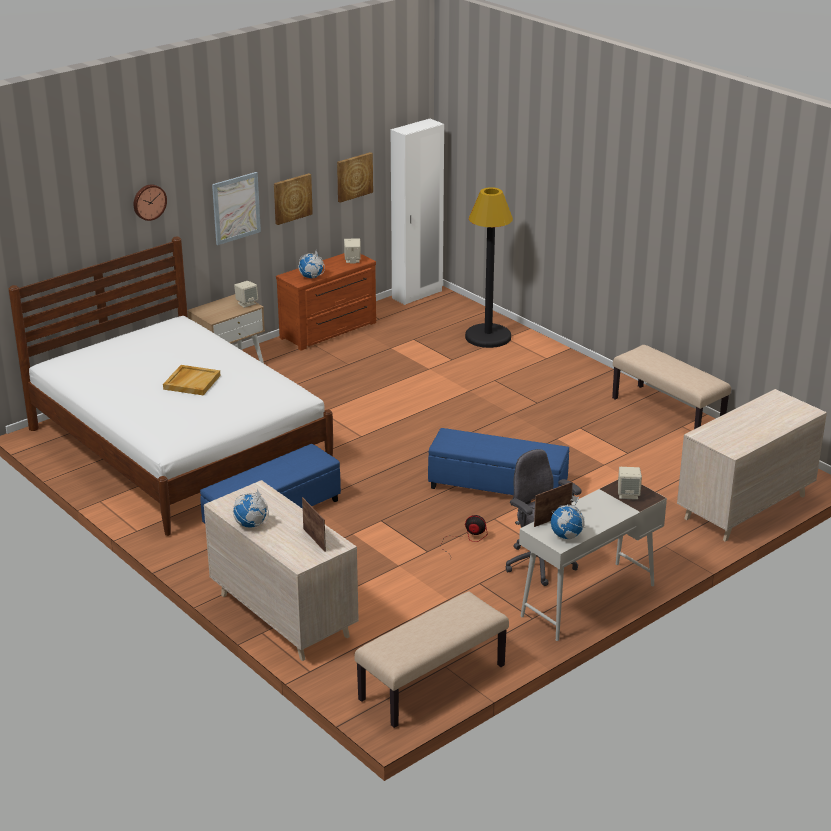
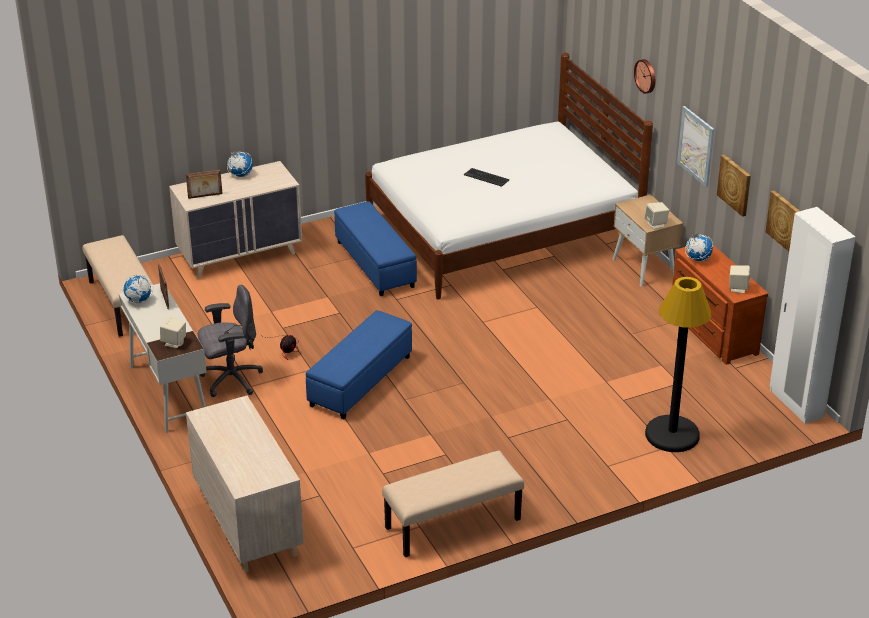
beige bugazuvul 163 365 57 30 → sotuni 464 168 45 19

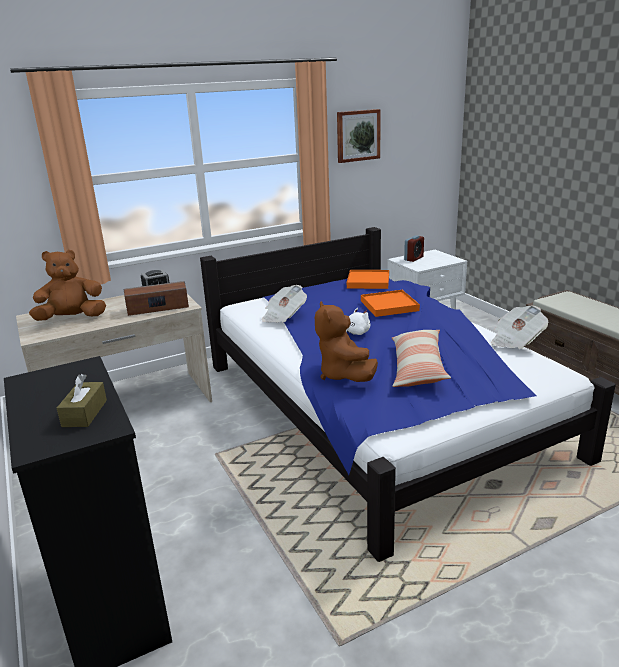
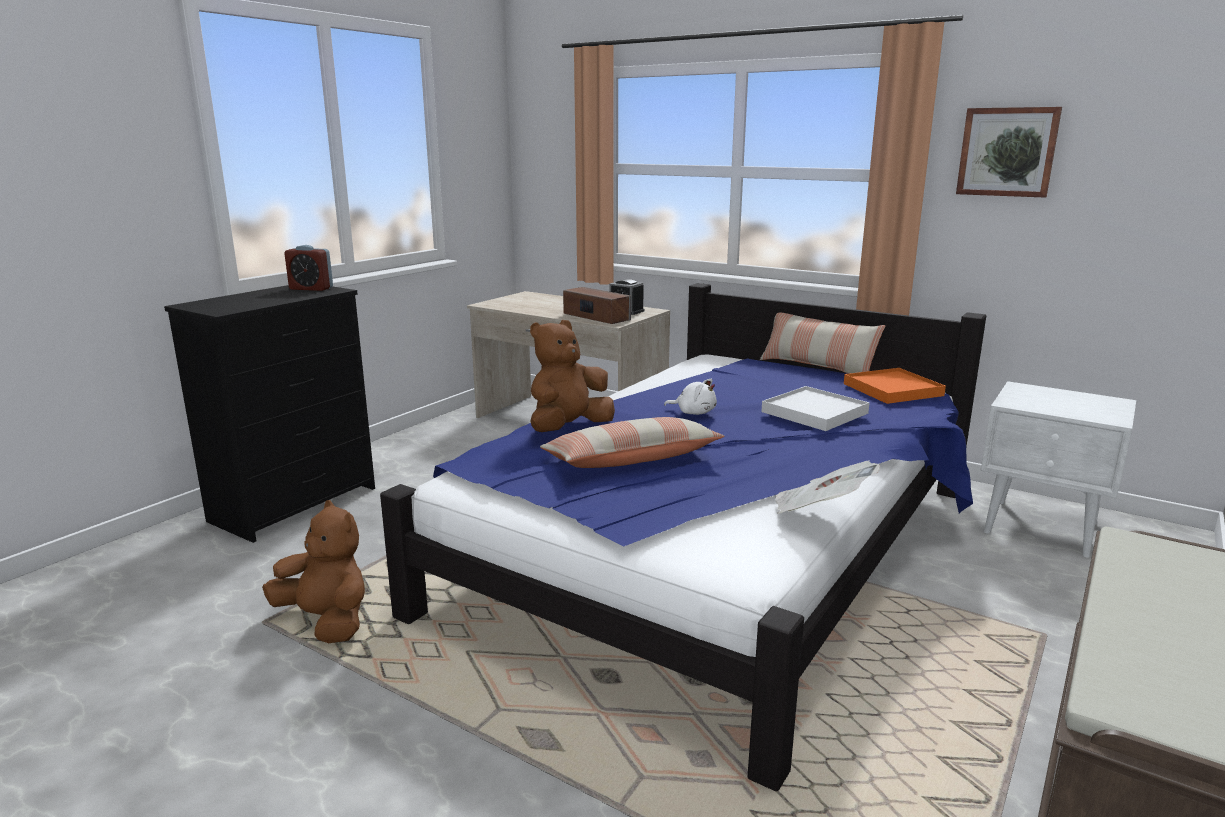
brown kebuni 29 250 77 71 → brown kebuni 262 500 103 143, moved
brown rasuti 57 374 50 53 → -
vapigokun 262 285 45 38 → -
orange bugazuvul 361 290 59 27 → white bugazuvul 761 386 109 45
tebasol 404 236 20 26 → tebasol 284 245 49 46, moved
- → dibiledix 760 312 126 62

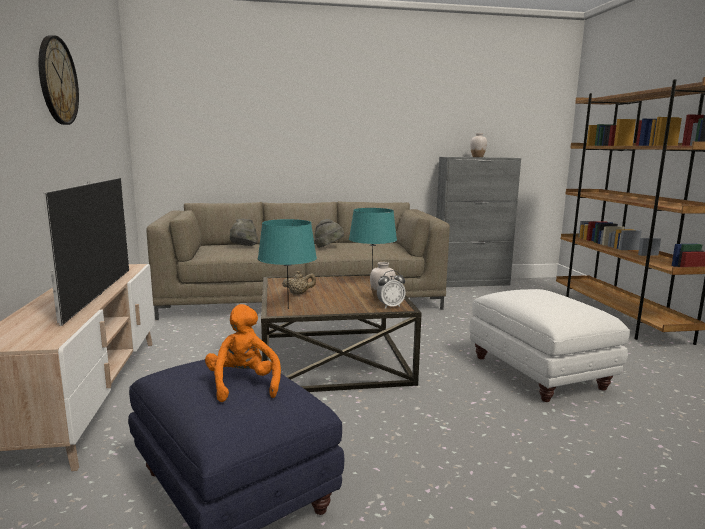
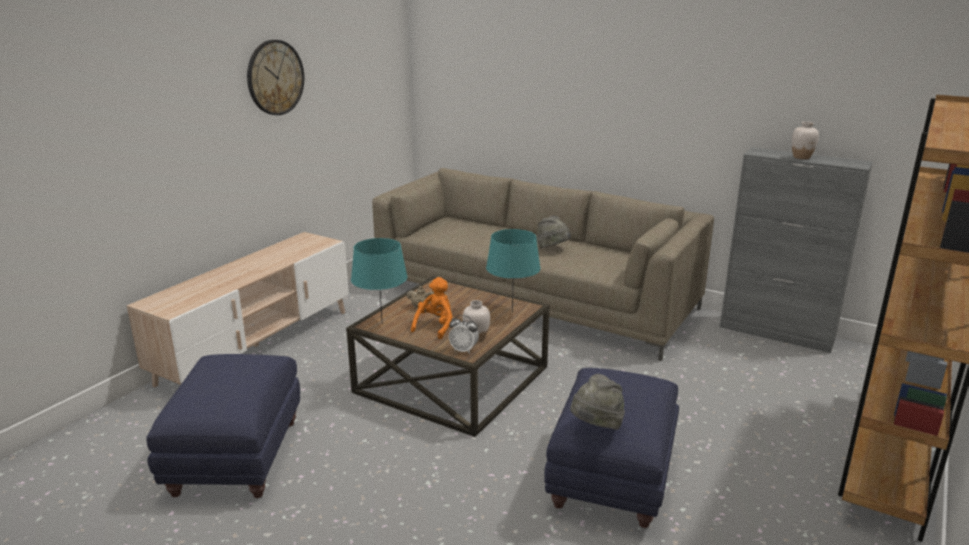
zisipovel 43 178 86 148 → -
orange kebuni 205 304 76 98 → orange kebuni 411 277 42 62, moved
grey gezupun 230 219 28 27 → grey gezupun 570 374 55 56, moved
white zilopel 469 289 161 113 → blue zilopel 544 368 135 160

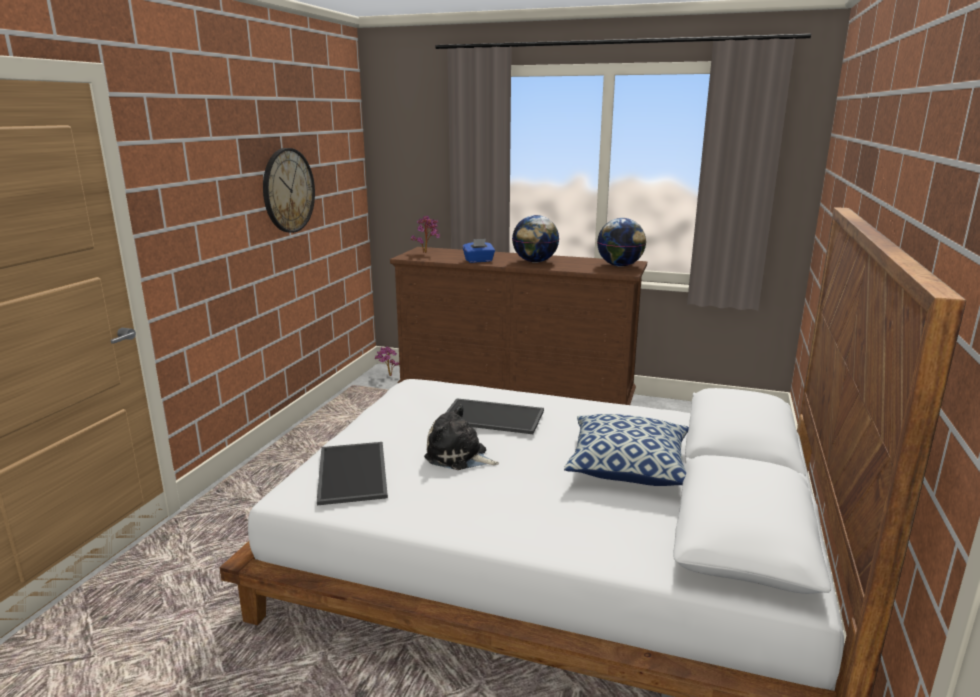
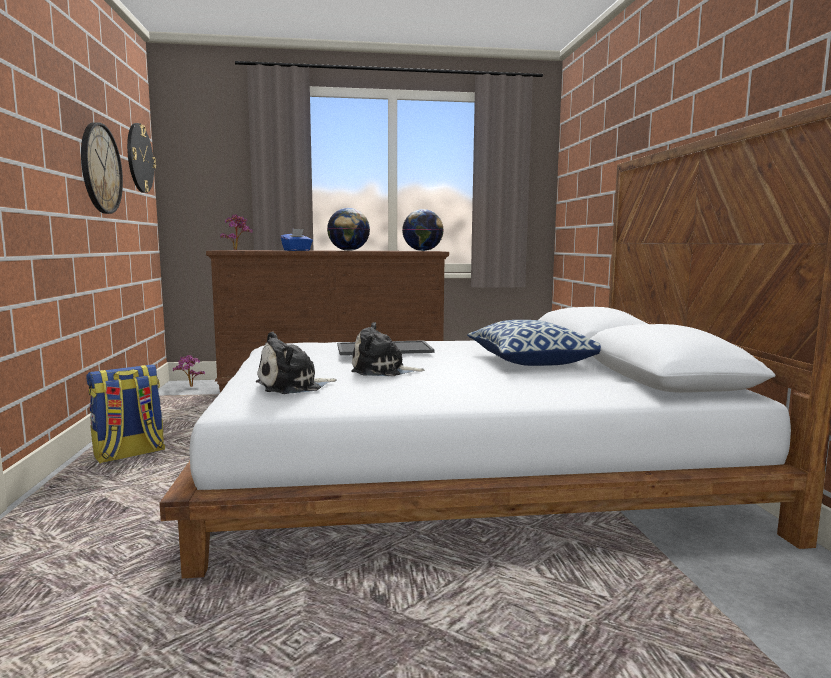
bugazuvul 317 442 71 64 → kebuni 256 332 81 62
- → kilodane 86 364 79 100
- → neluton 127 123 29 70

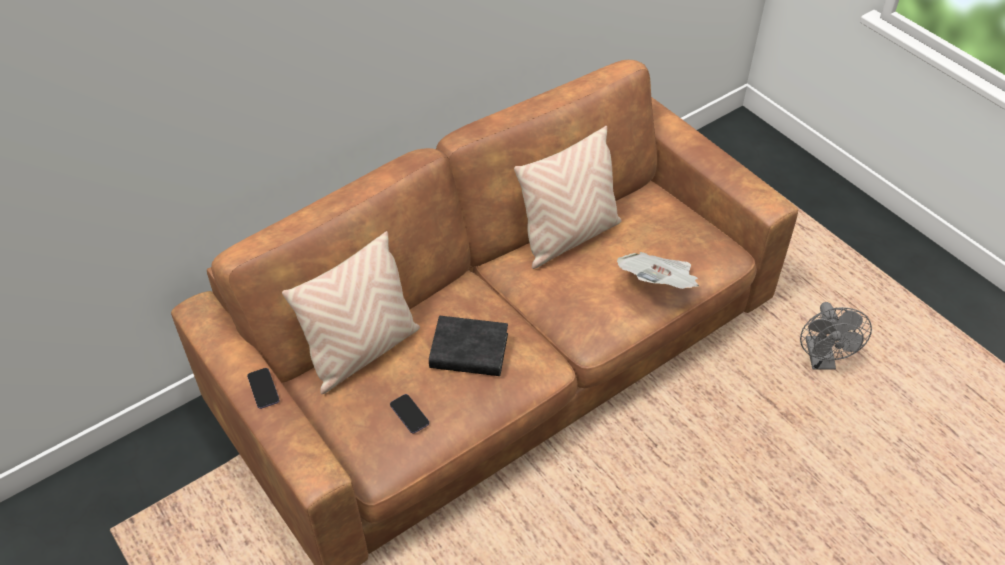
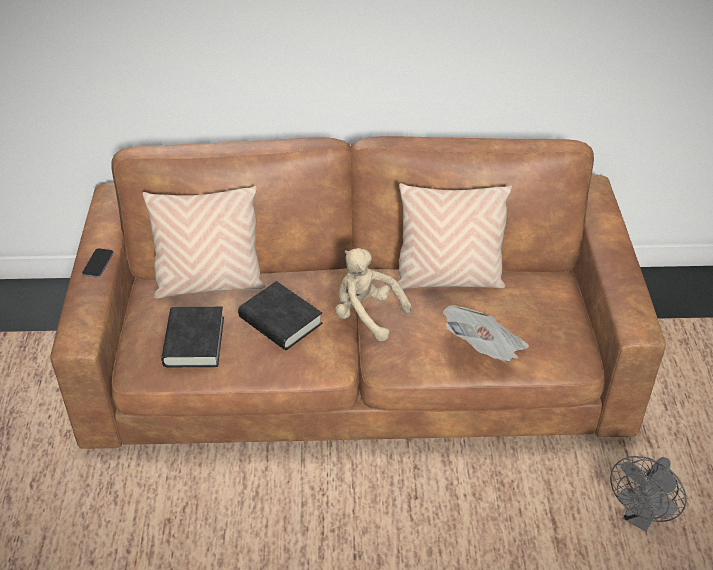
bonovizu 390 394 39 40 → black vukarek 161 307 63 60
- → beige kebuni 335 248 77 93

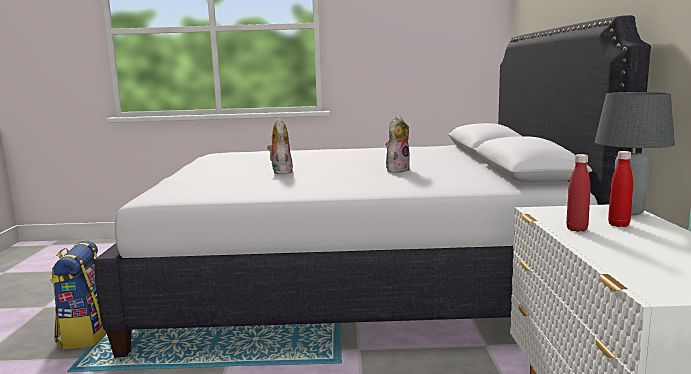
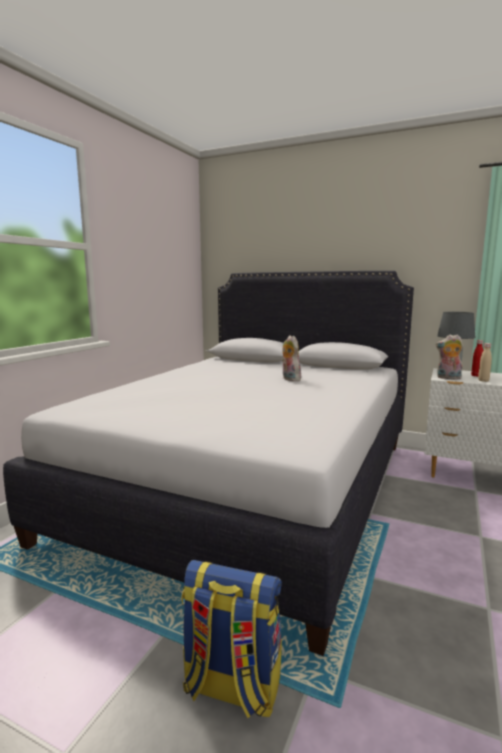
kebuni 267 119 26 55 → kebuni 436 334 27 46, moved
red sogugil 566 154 25 78 → beige sogugil 478 343 14 39

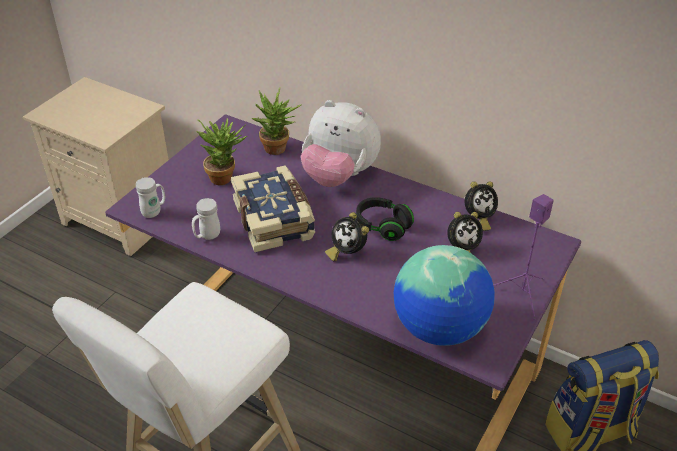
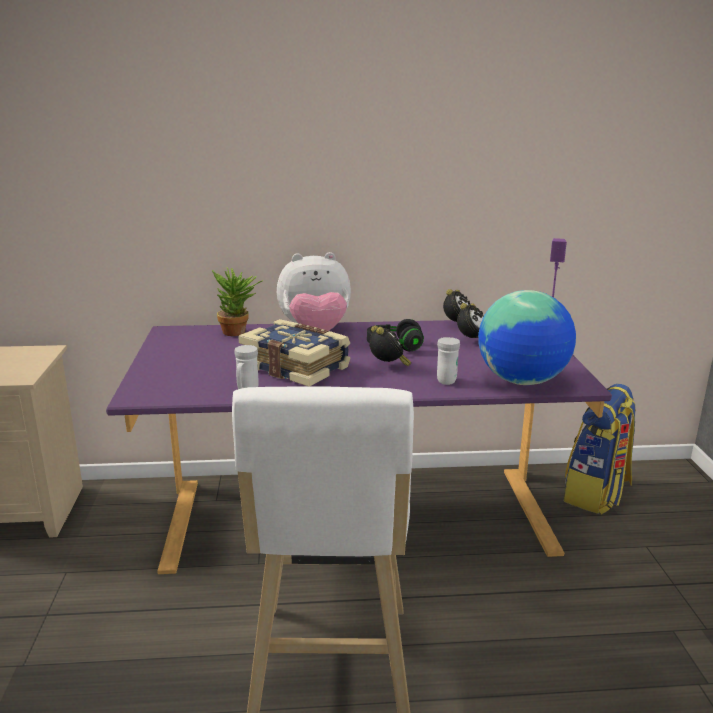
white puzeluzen 136 177 29 41 → white puzeluzen 437 337 23 48, moved
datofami 196 118 51 67 → -
tebasol 325 212 44 49 → tebasol 369 326 42 40, 120 degrees counterclockwise

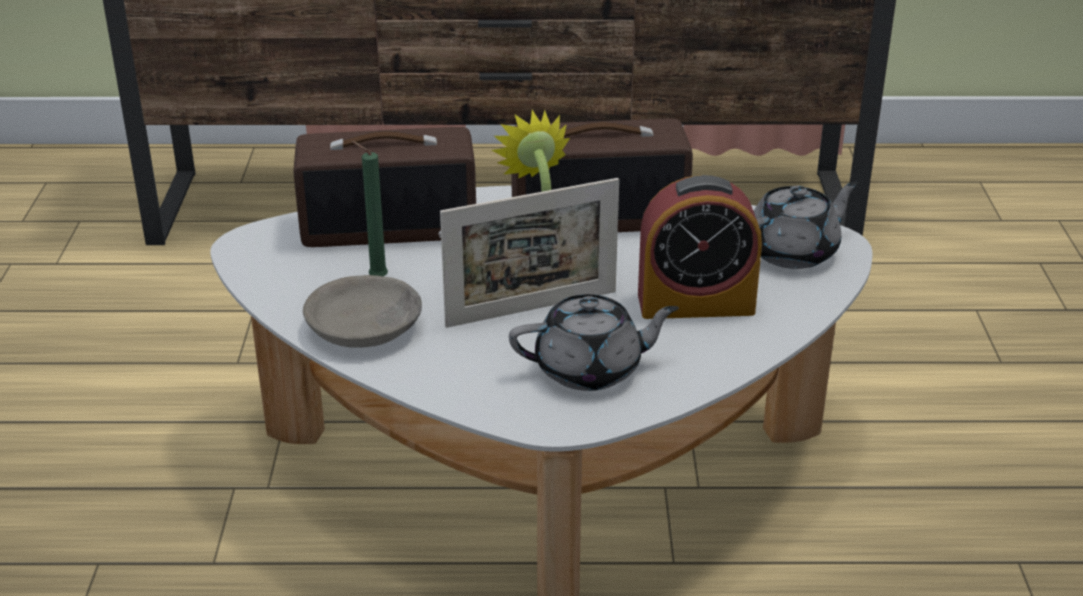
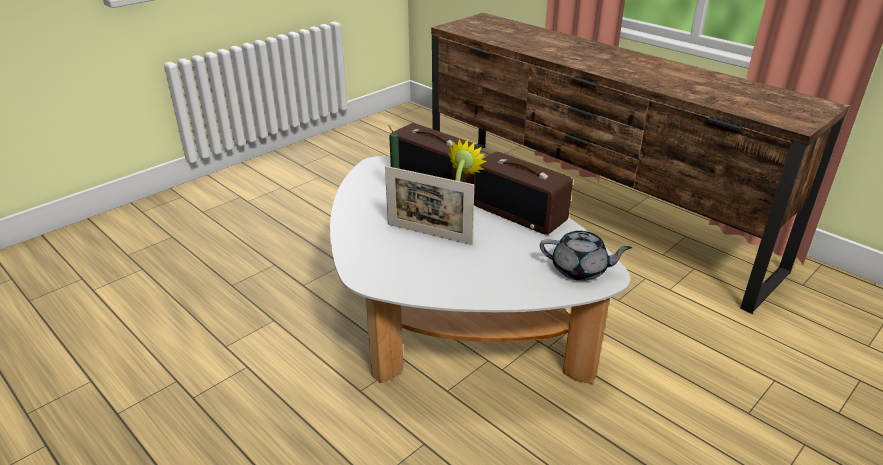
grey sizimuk 303 275 119 73 → -
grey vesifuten 509 294 170 97 → -
tebasol 638 175 124 144 → -

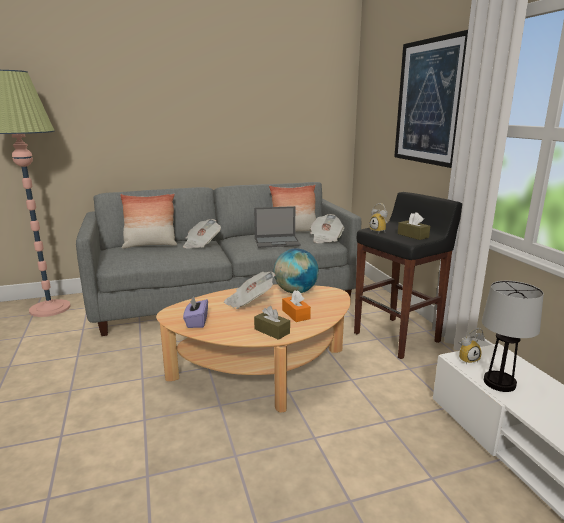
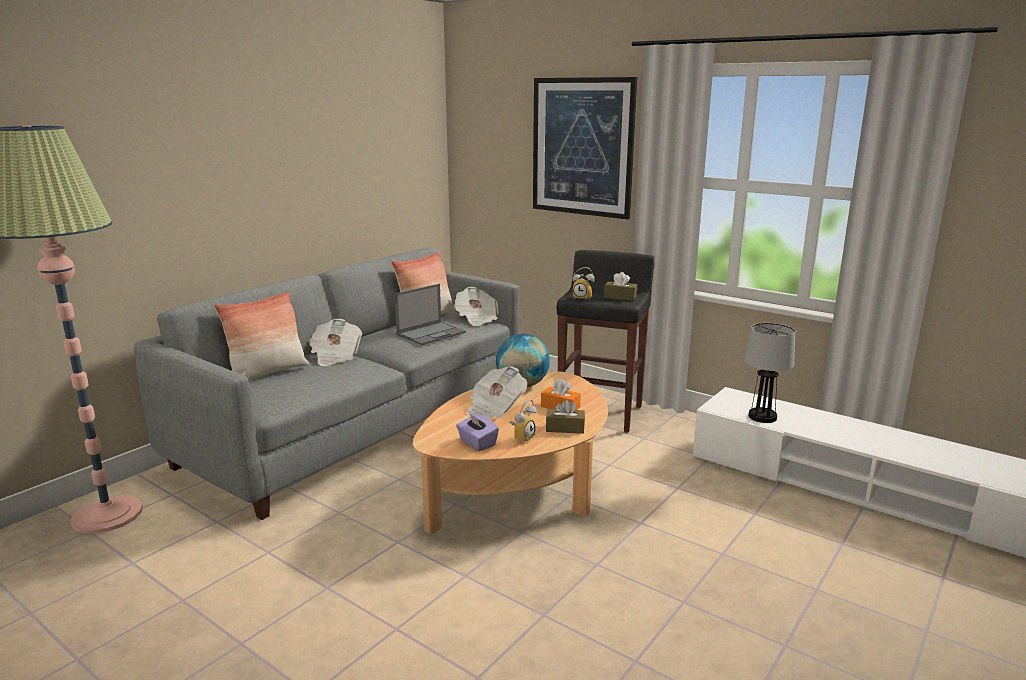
tebasol 458 328 27 37 → tebasol 509 399 28 45, moved

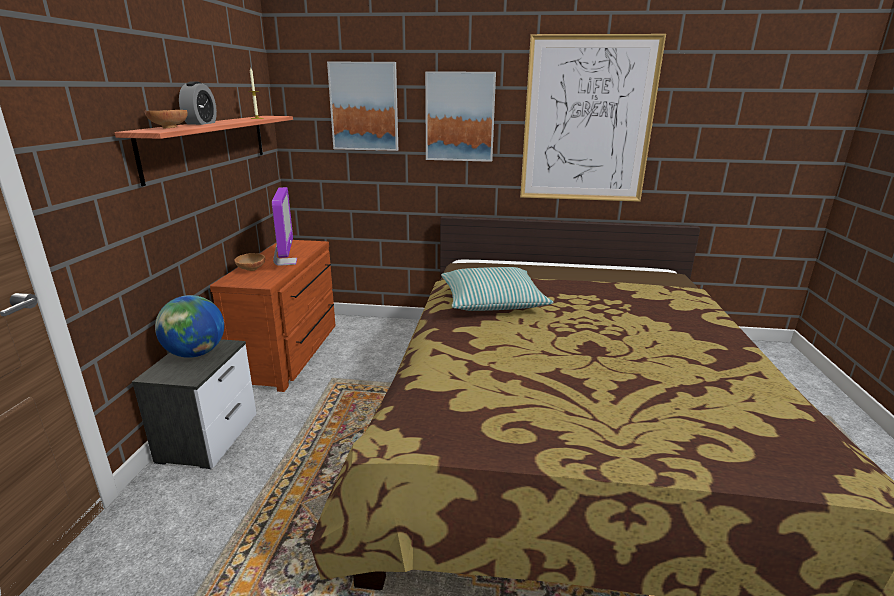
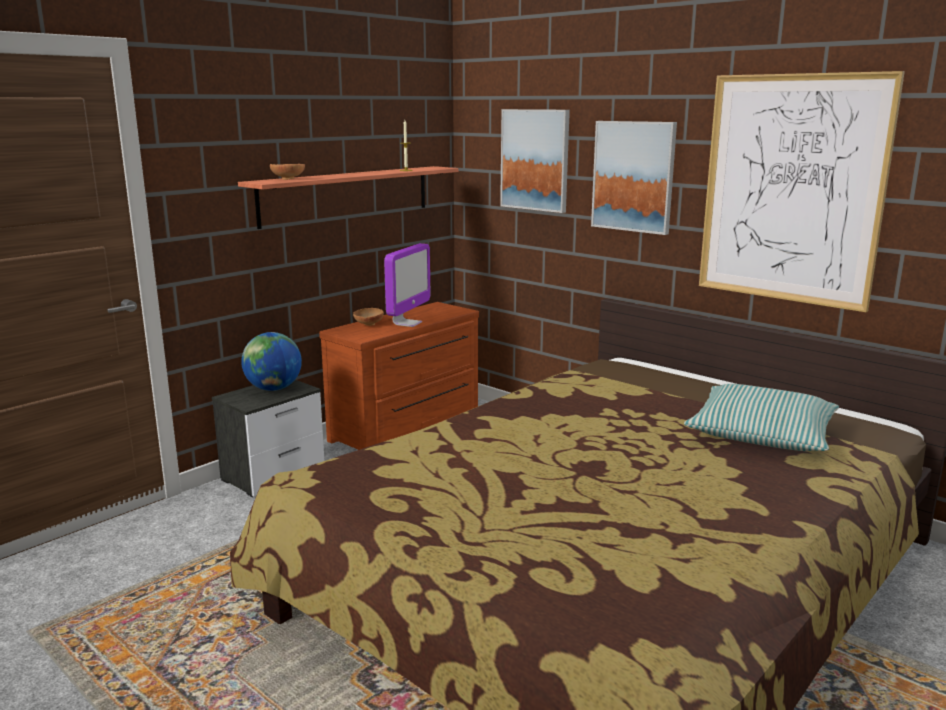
tebasol 179 81 38 44 → -
dibiledix 441 267 112 44 → dibiledix 684 384 155 67, moved

